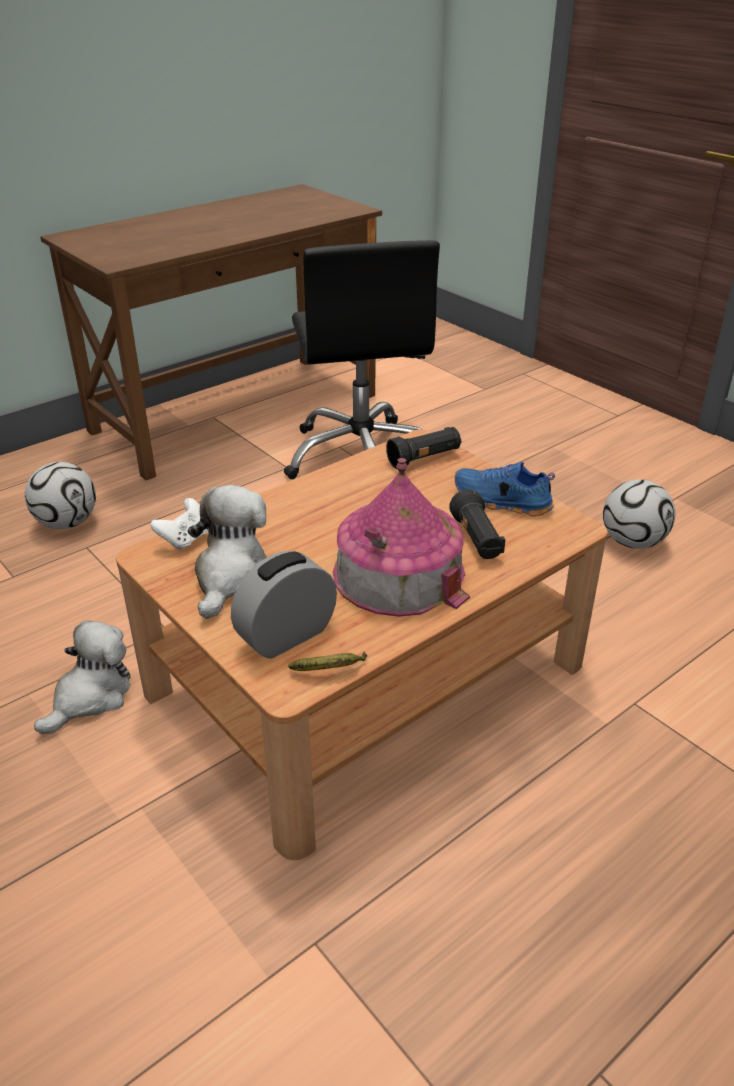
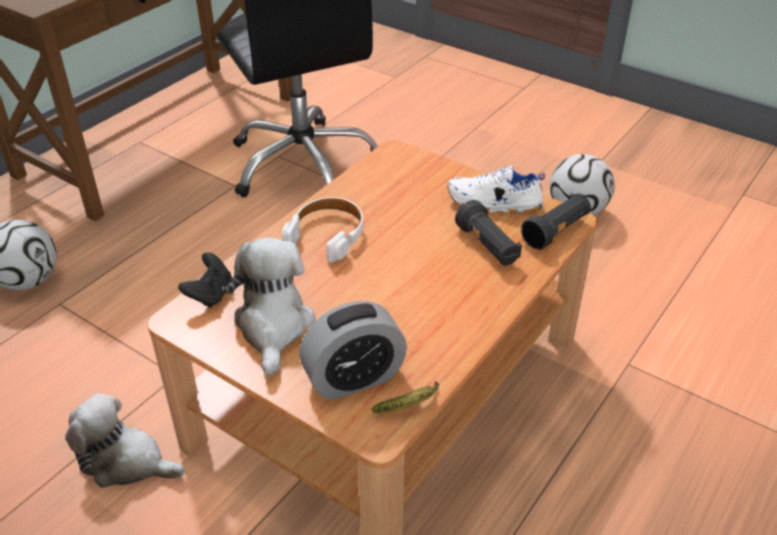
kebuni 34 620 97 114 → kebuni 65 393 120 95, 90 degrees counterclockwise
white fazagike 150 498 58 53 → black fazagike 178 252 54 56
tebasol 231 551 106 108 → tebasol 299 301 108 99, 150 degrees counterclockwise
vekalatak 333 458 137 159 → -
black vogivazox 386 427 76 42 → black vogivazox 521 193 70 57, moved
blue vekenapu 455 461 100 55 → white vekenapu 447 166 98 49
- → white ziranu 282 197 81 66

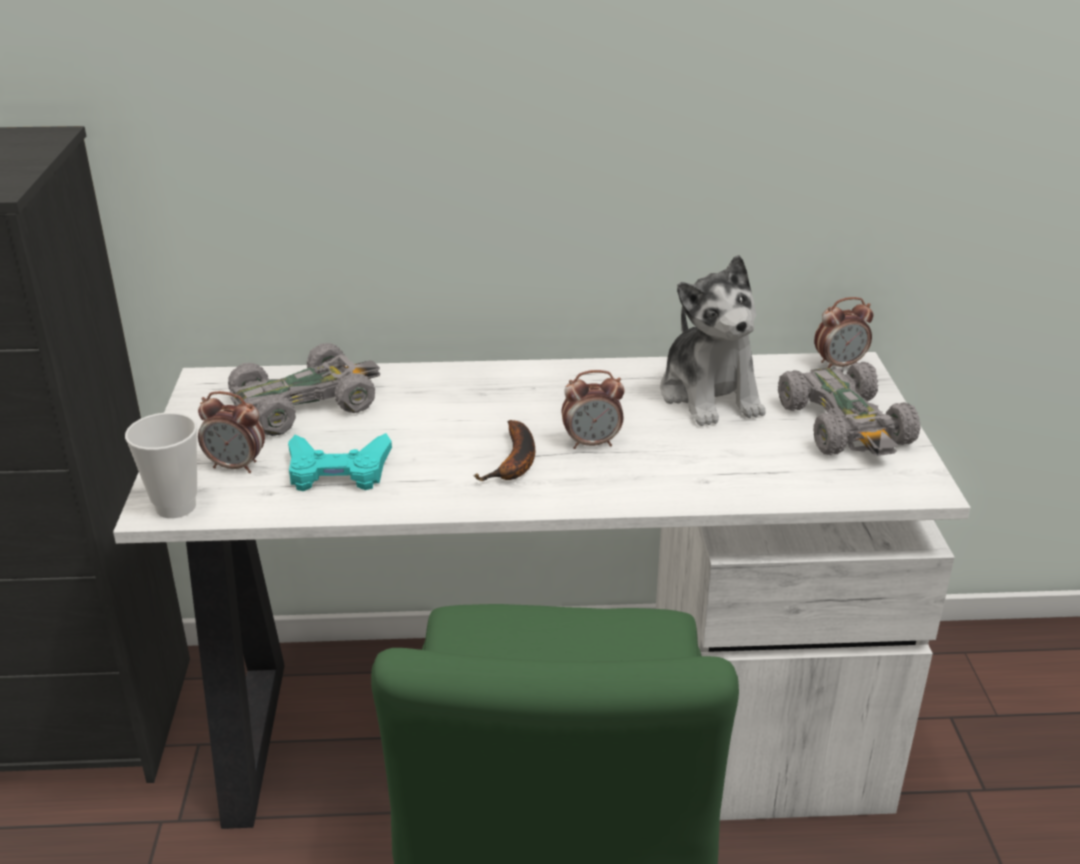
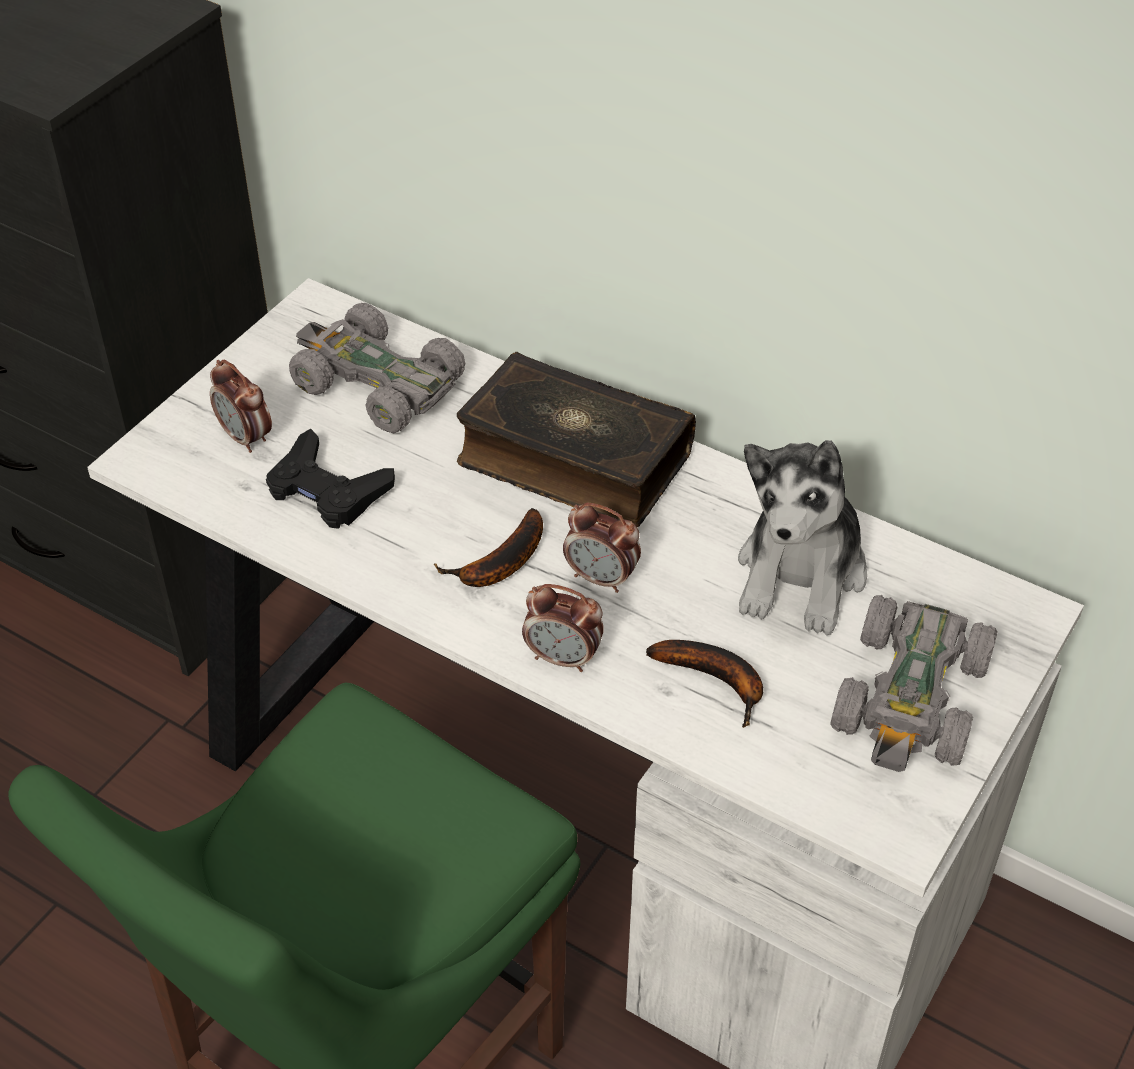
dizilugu 125 412 72 106 → -
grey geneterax 228 343 152 93 → grey geneterax 289 303 176 130, 150 degrees counterclockwise
turquoise fazagike 288 433 104 58 → black fazagike 266 429 129 100
tebasol 814 297 59 71 → tebasol 522 584 82 88, moved
- → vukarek 457 352 239 175
- → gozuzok 646 640 117 88

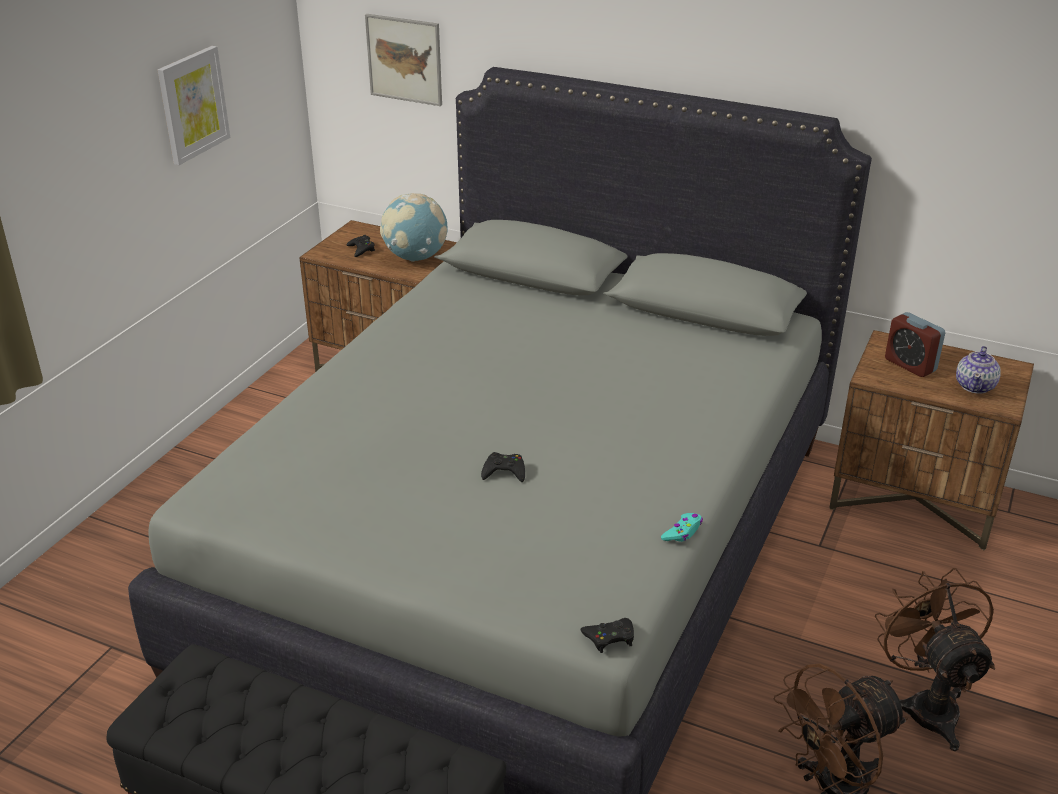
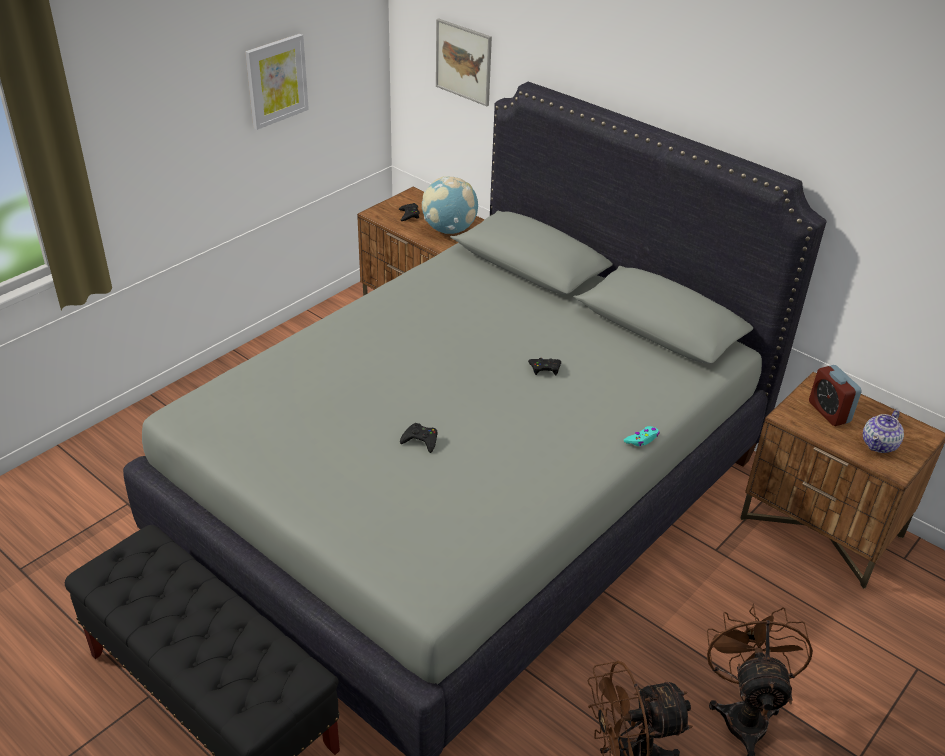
black fazagike 580 618 54 35 → black fazagike 528 358 33 17, moved
turquoise fazagike 661 513 42 29 → turquoise fazagike 624 426 36 20, moved

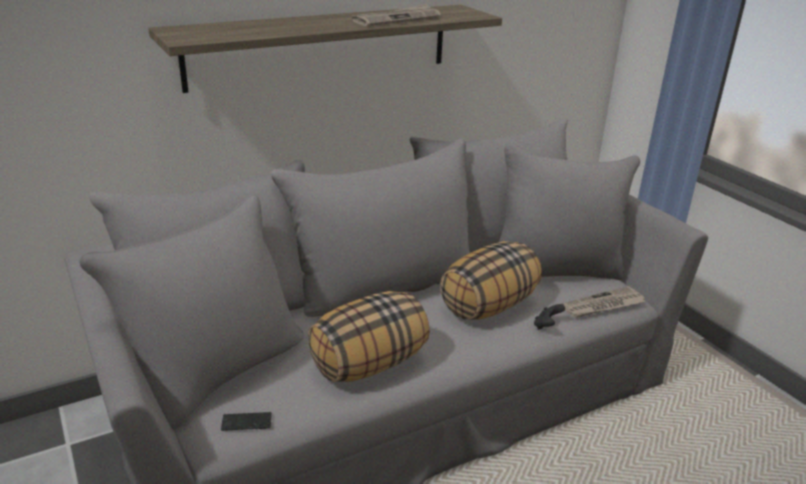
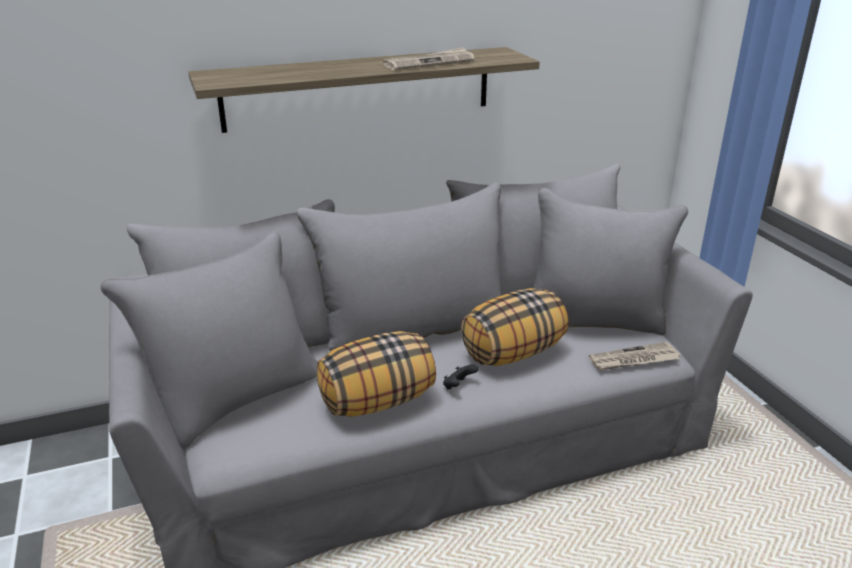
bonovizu 221 412 51 19 → -
black fazagike 534 304 31 26 → black fazagike 443 364 35 26, moved

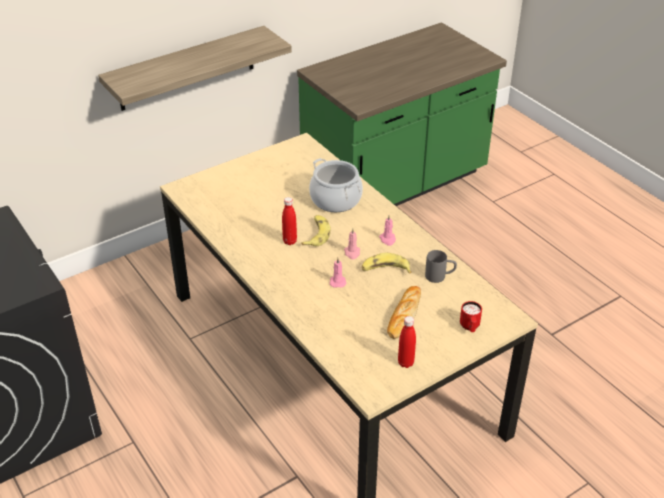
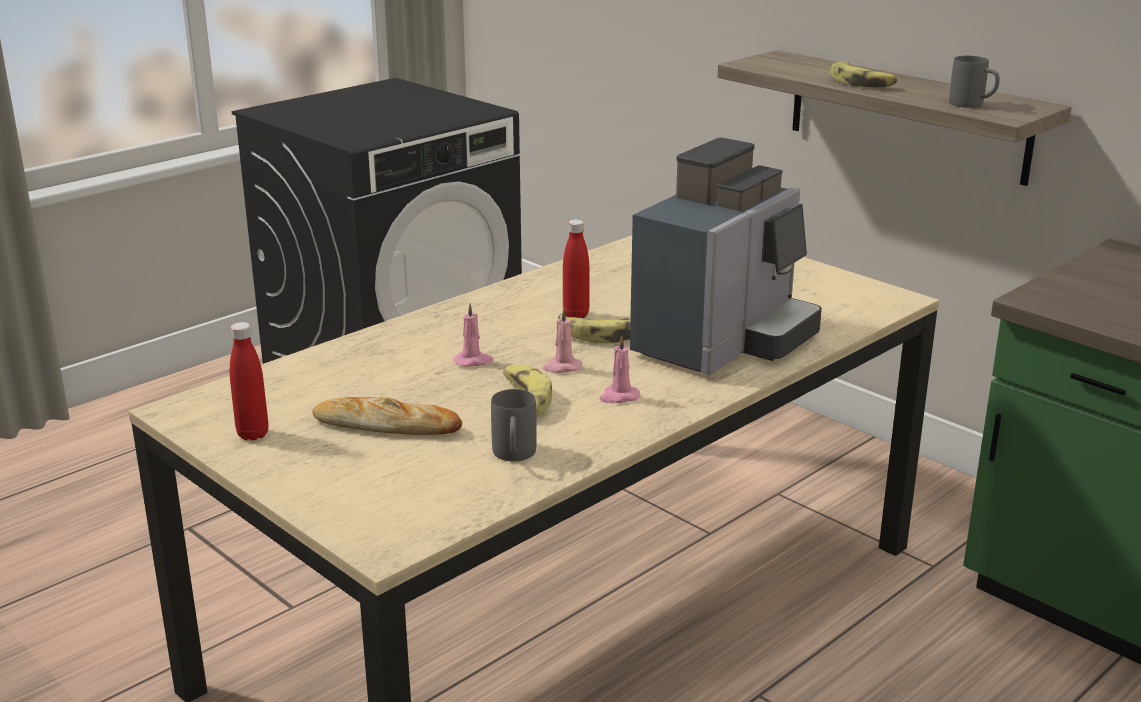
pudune 309 158 54 54 → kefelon 630 138 192 237
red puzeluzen 460 301 22 31 → -
- → gozuzok 830 62 67 26
- → grey puzeluzen 949 56 51 52

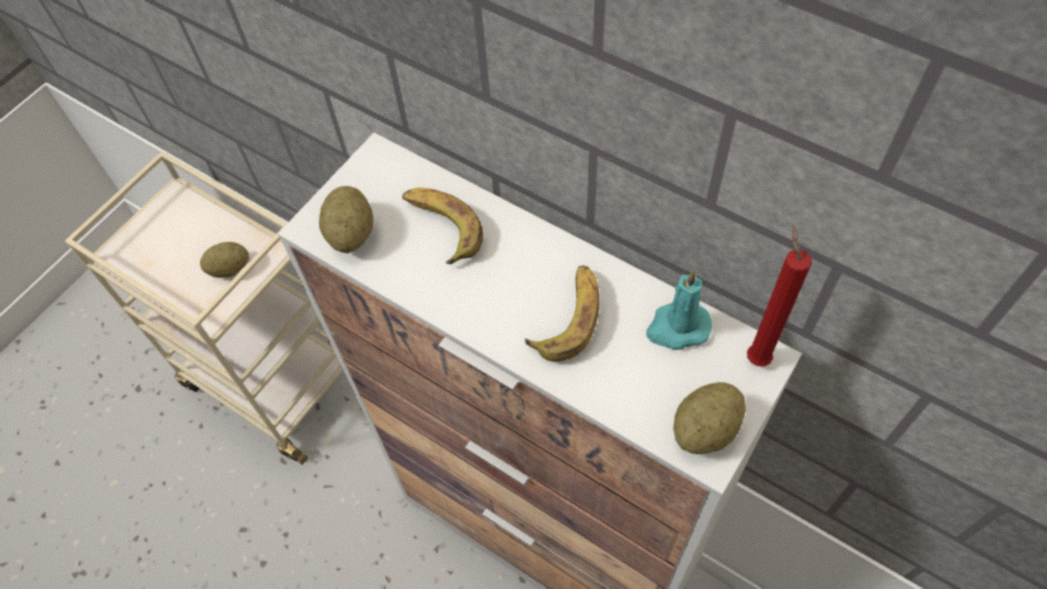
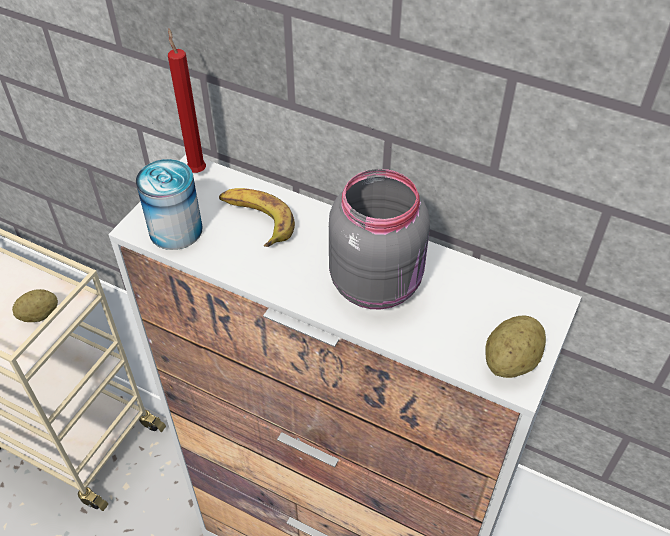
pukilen 319 186 55 67 → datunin 136 159 66 91
gozuzok 525 265 75 97 → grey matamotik 329 169 101 141
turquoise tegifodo 646 270 66 80 → -
red tegifodo 747 225 65 142 → red tegifodo 168 29 38 144, moved

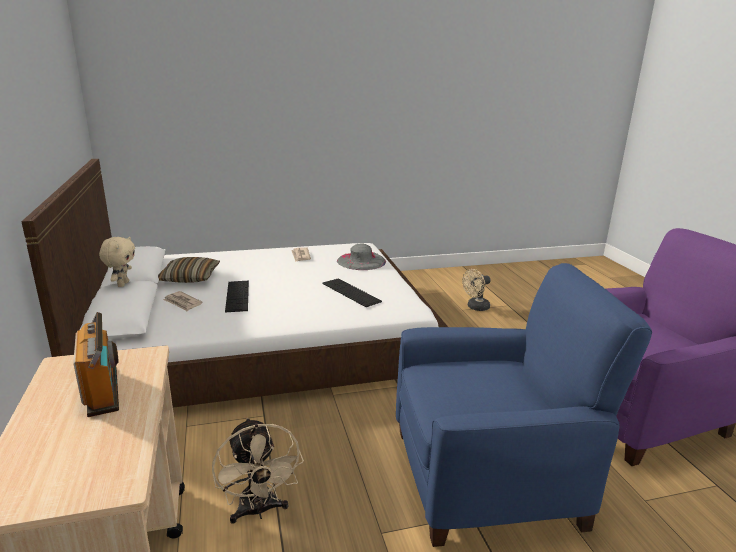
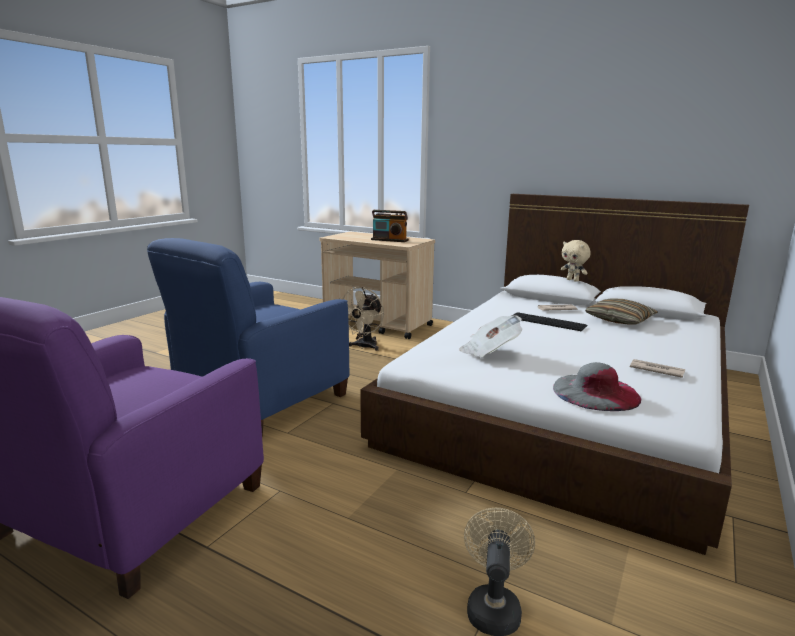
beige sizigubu 212 418 92 106 → beige sizigubu 339 287 45 64, 90 degrees counterclockwise
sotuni 323 279 59 28 → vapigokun 459 315 63 42

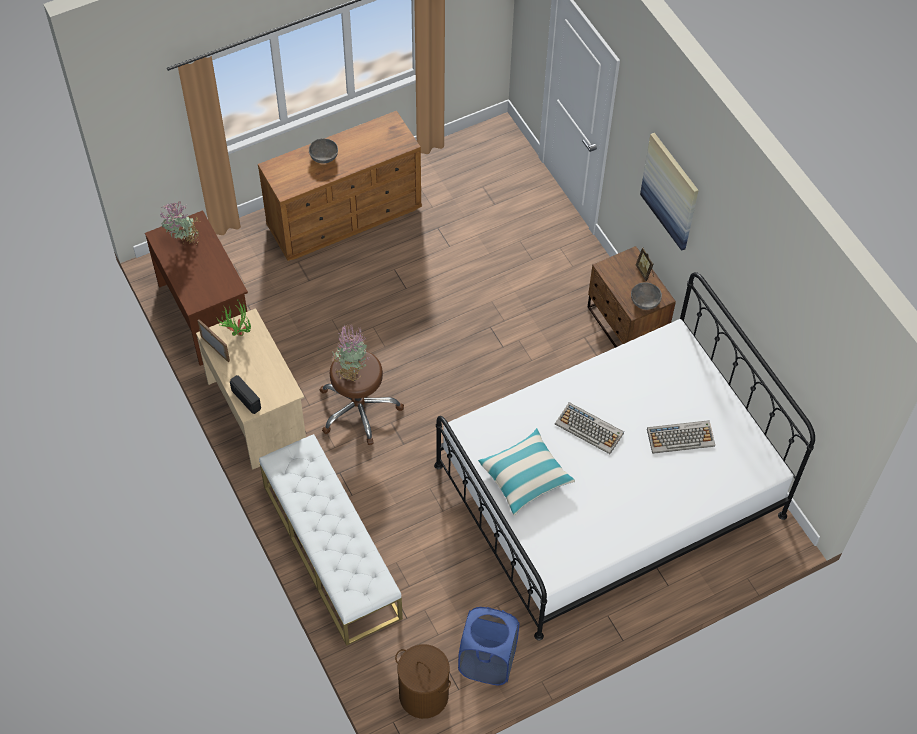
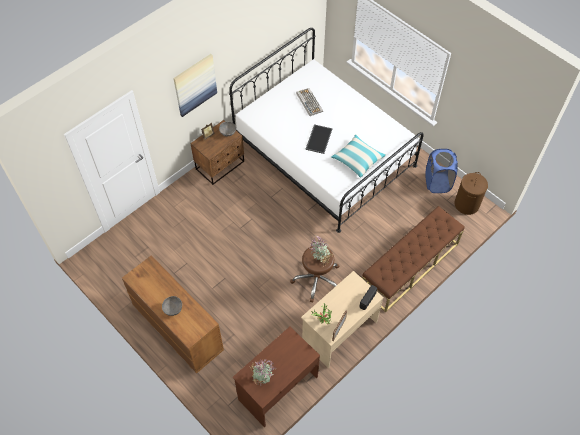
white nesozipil 259 434 144 212 → brown nesozipil 362 206 103 106
sotuni 555 402 69 52 → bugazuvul 306 124 27 30

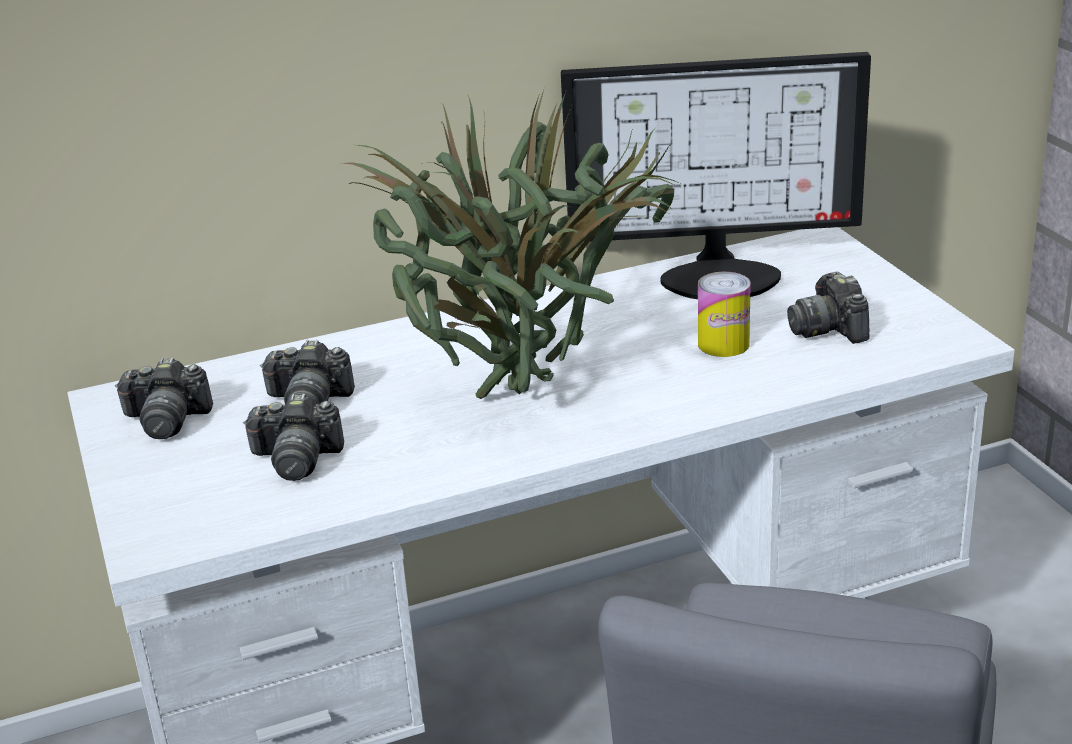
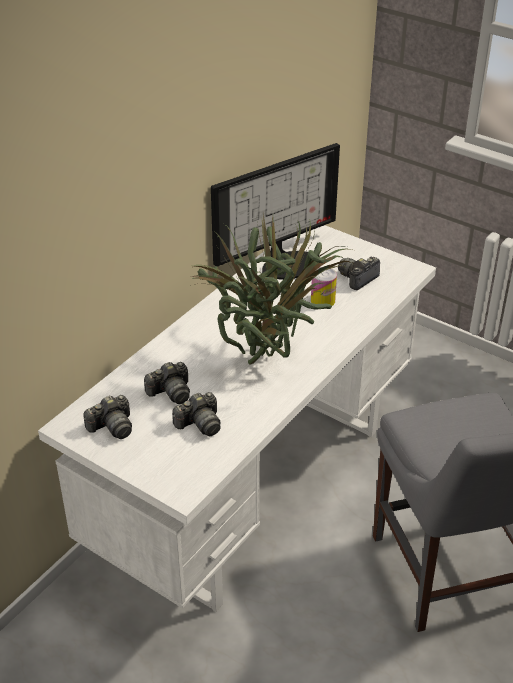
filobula 787 272 82 72 → filobula 338 257 42 33, 90 degrees clockwise

